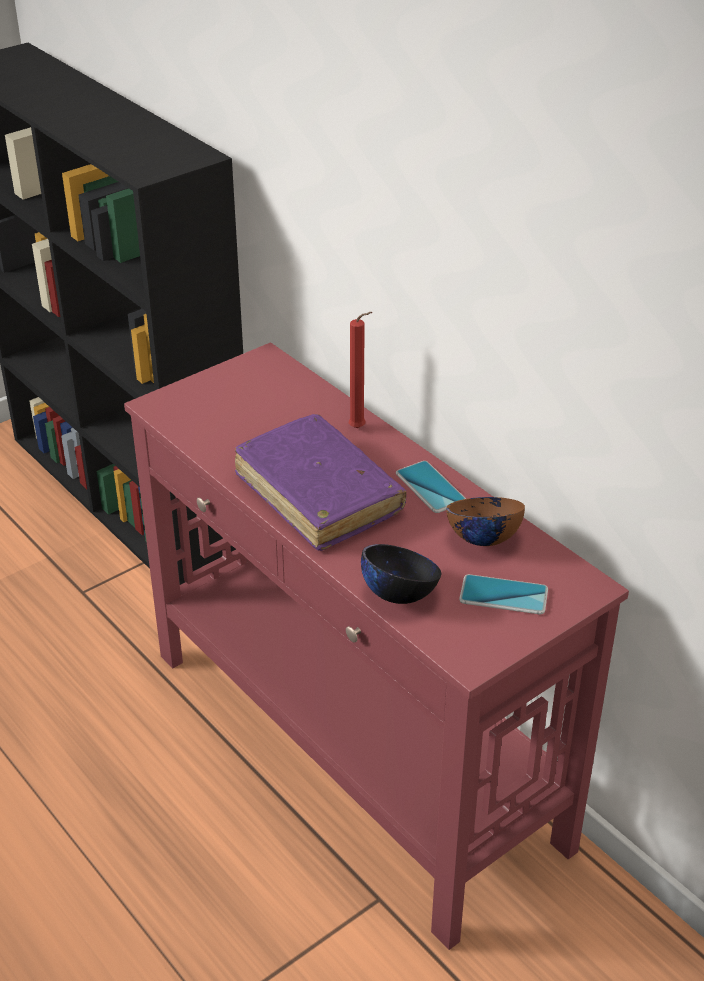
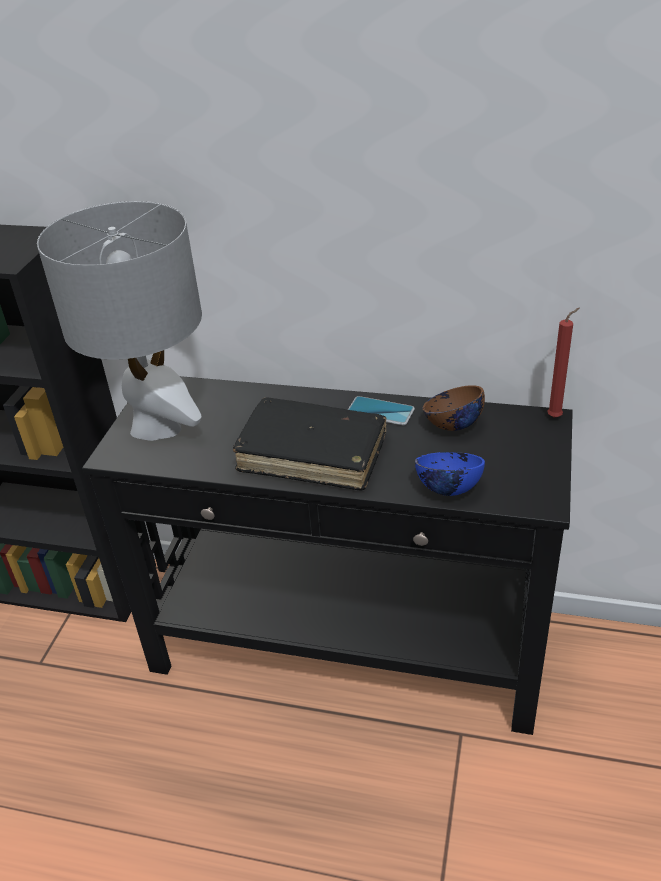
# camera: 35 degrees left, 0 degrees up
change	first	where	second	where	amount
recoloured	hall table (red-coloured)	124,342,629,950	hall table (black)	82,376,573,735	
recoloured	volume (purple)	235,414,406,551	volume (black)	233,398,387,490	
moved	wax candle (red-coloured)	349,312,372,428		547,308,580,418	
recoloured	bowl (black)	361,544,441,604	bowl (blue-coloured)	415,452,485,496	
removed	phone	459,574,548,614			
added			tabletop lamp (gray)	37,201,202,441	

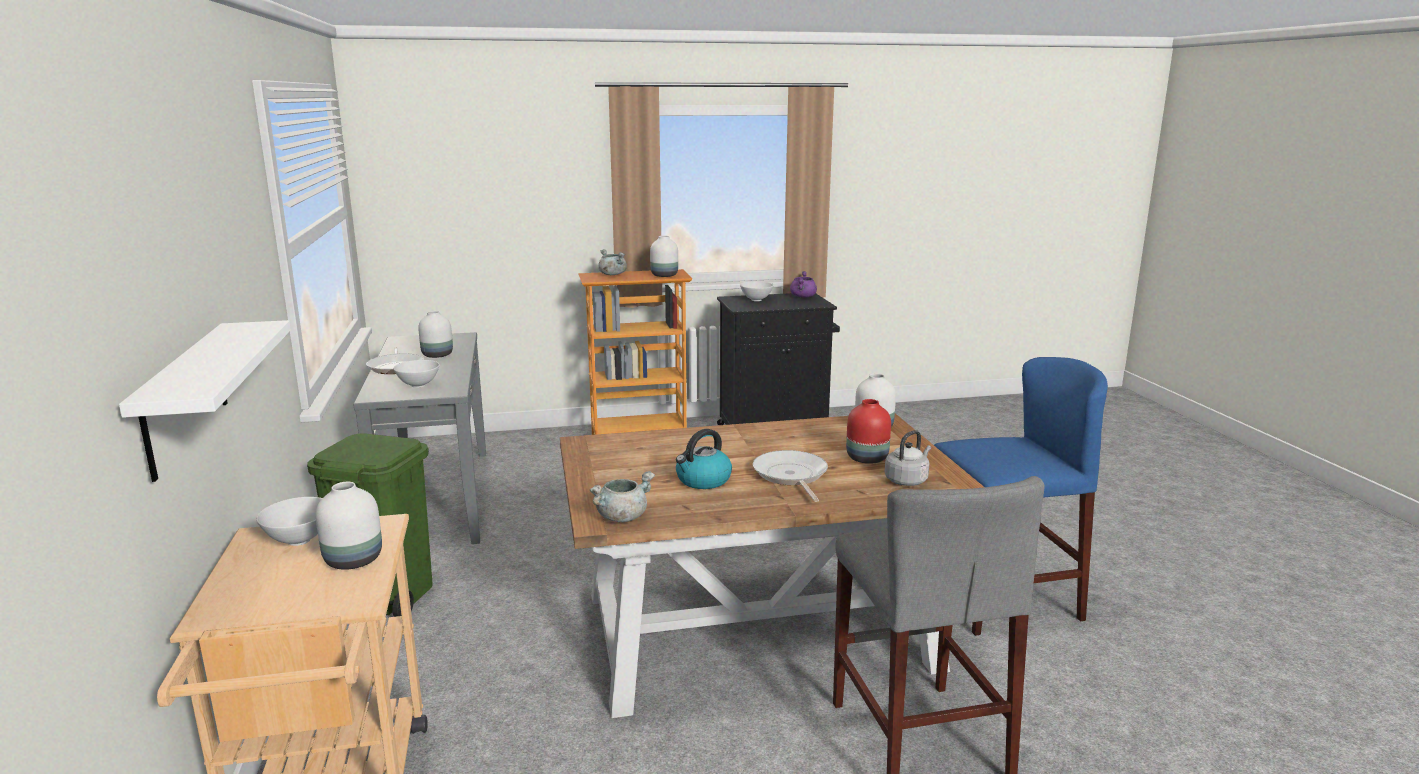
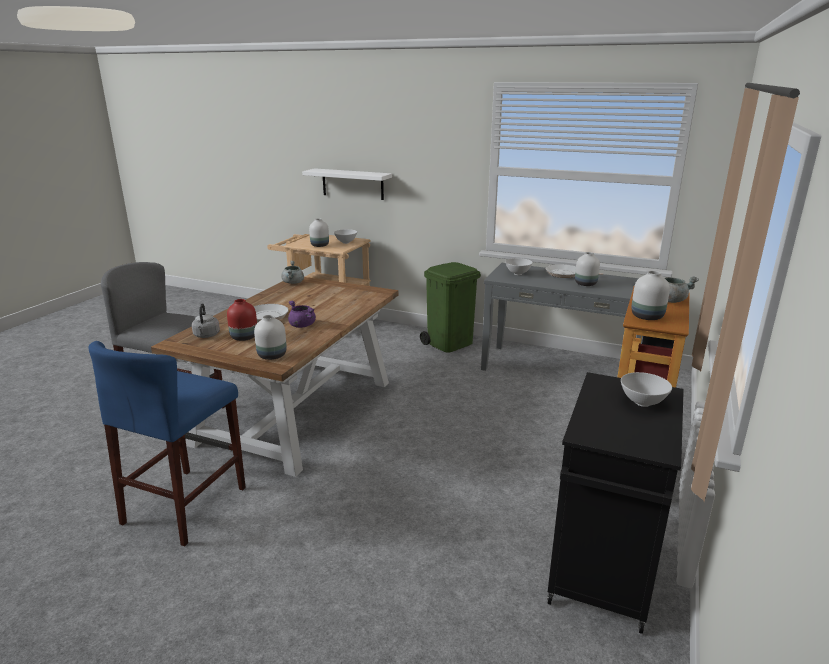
# camera: 125 degrees right, 5 degrees up
change	first	where	second	where	amount
removed	kettle	676,429,732,489			
moved	cooking pot (purple)	790,271,817,298		288,300,316,328	

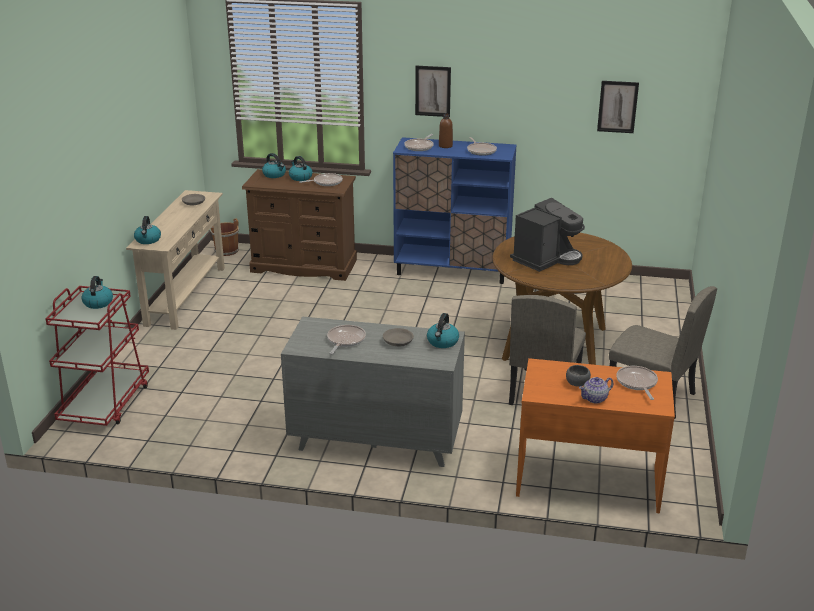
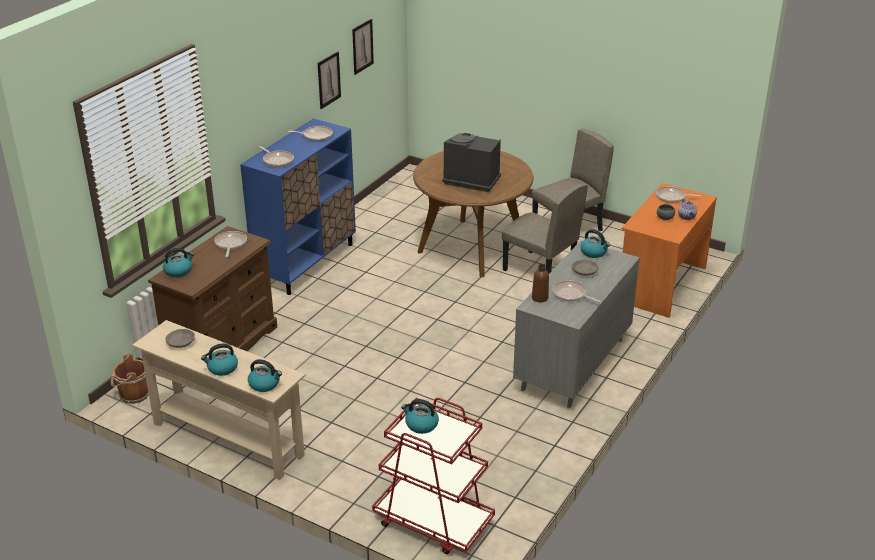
# camera: 70 degrees left, 5 degrees up
change	first	where	second	where	amount
moved	kettle	289,156,312,181		201,343,238,376	
moved	picture	415,66,451,117		318,52,341,109	
moved	drink bottle (brown-coloured)	439,114,453,148		532,264,549,302	
turned	coffee maker	510,198,585,272		442,133,501,192	45 degrees counterclockwise

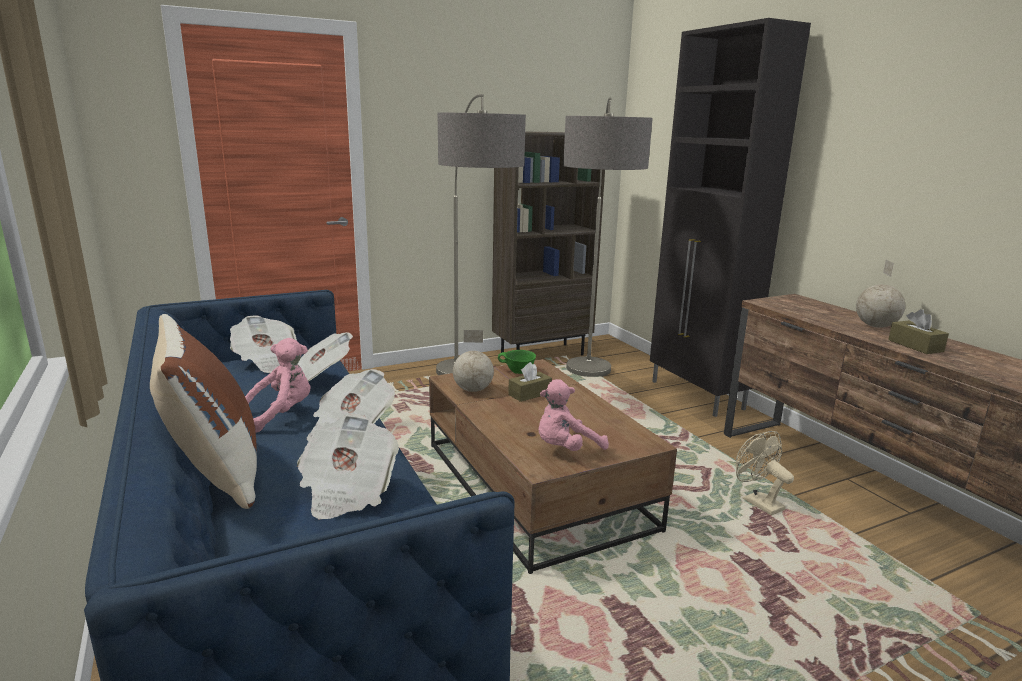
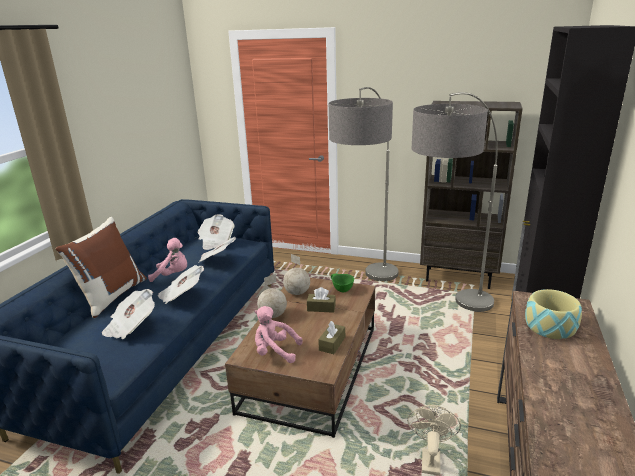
# camera: 45 degrees right, 5 degrees up
change	first	where	second	where	amount
moved	desk globe	856,260,905,328		257,274,287,318	
moved	tissue holder (brown-coloured)	888,309,949,354		318,321,345,354	
added			bowl	525,289,582,339	

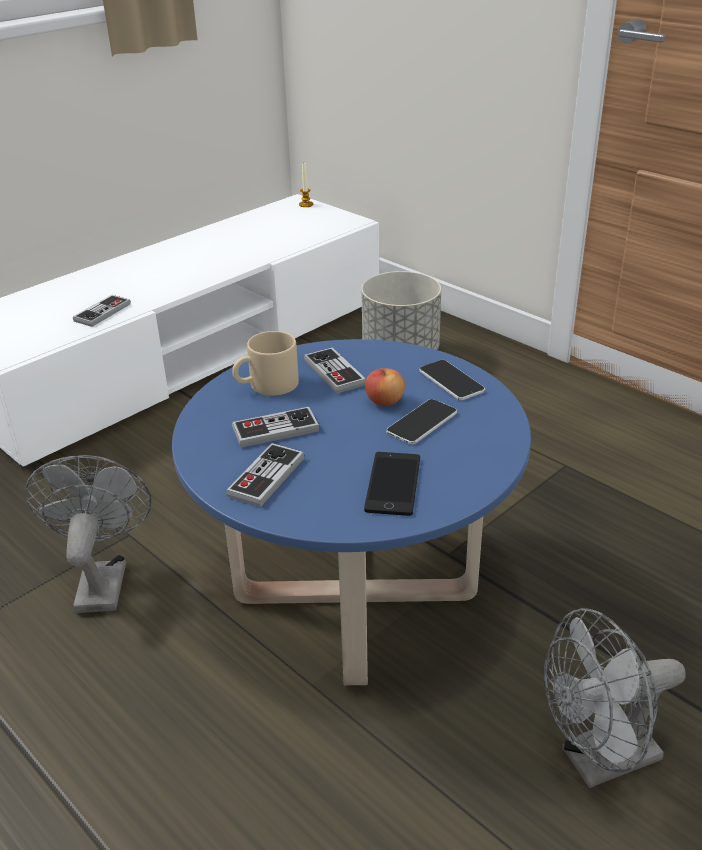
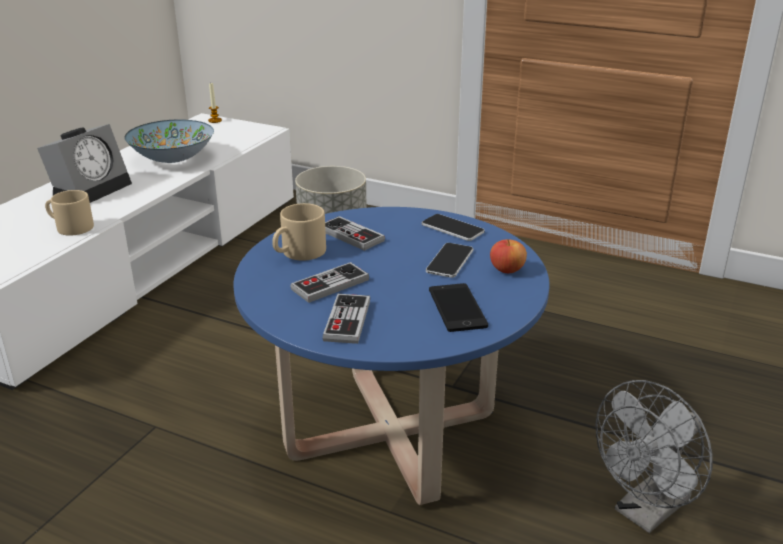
# camera: 20 degrees left, 5 degrees down
change	first	where	second	where	amount
removed	fan (gray)	25,455,151,613			
replaced	joypad	73,295,131,327	tea mug (beige-coloured)	45,190,94,236	
moved	whole apple	365,368,405,406		490,239,527,273	
added			alarm clock	37,124,132,203	
added			bowl	124,119,214,163	

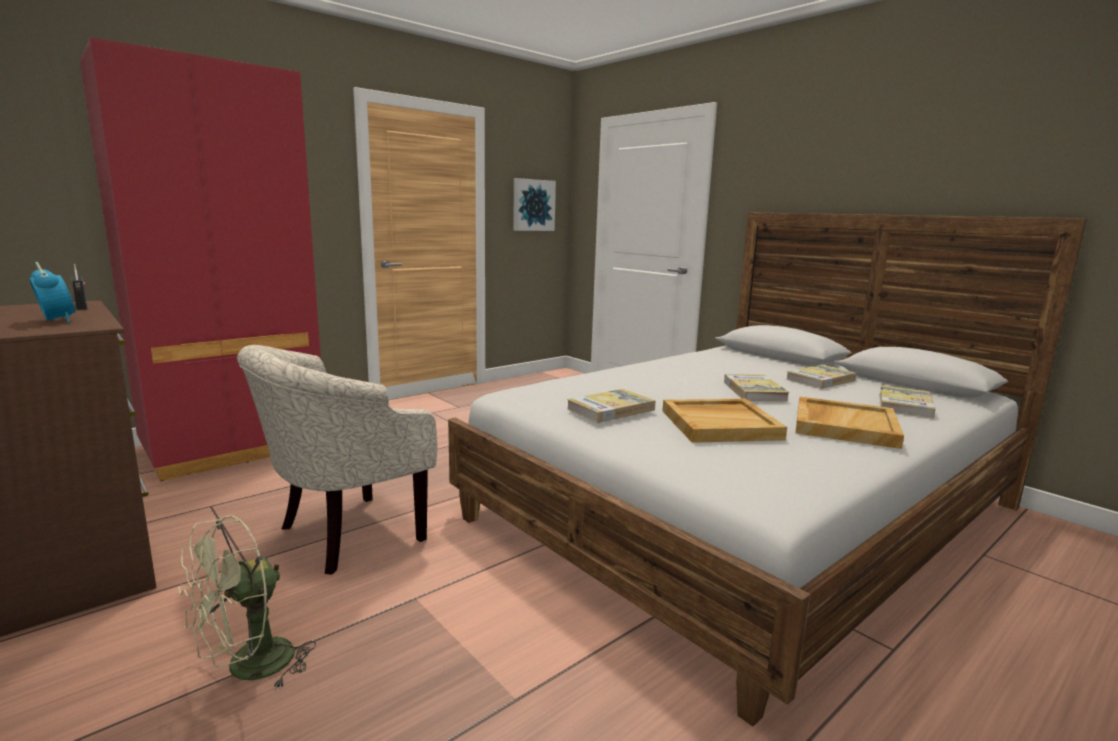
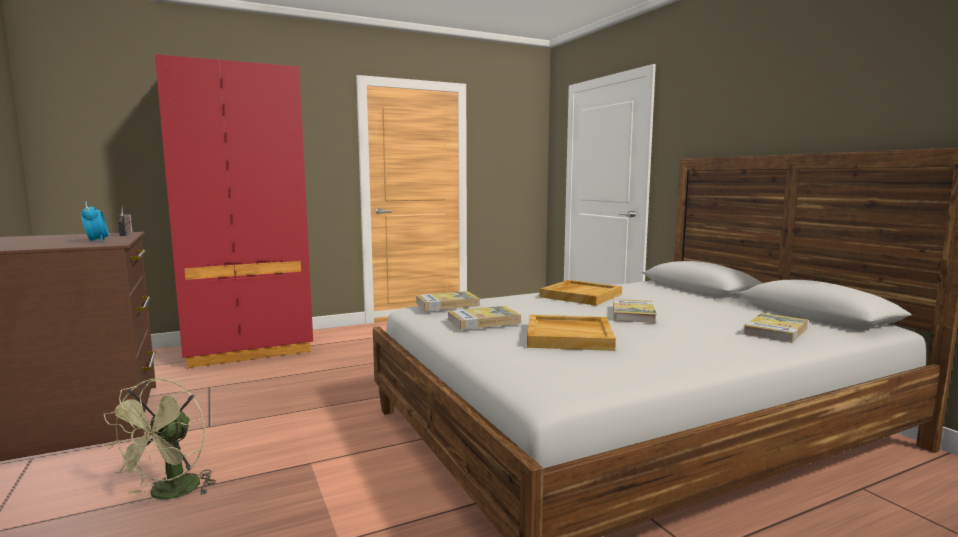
# camera: 15 degrees right, 5 degrees down
change	first	where	second	where	amount
turned	fan (greenish)	178,515,316,690		102,378,216,499	45 degrees counterclockwise
removed	easy chair (beige-coloured)	237,345,437,575			
removed	picture	513,178,556,231			
moved	volume	786,365,857,389		415,291,480,311	
moved	serving tray (beige-coloured)	796,396,904,449		539,280,622,306	

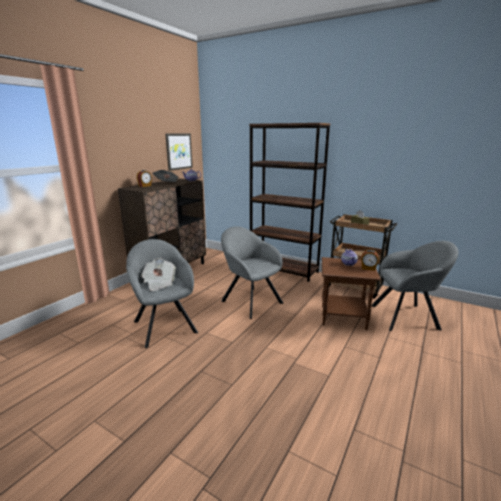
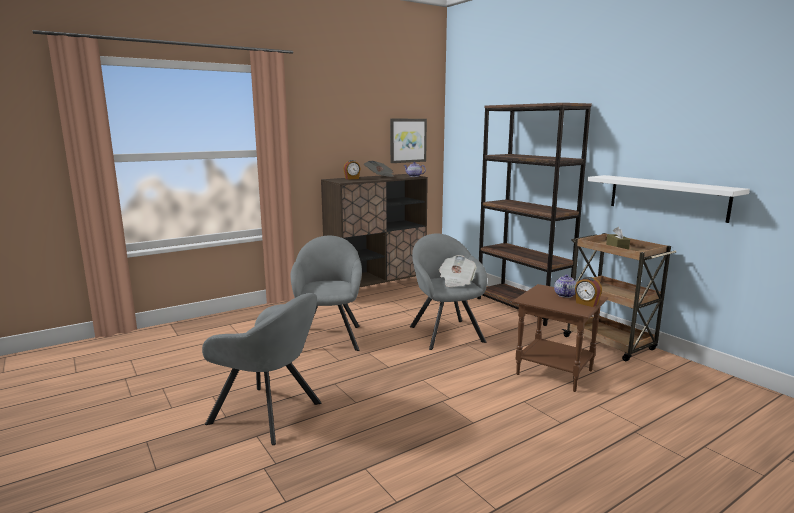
# camera: 25 degrees right, 5 degrees down
change	first	where	second	where	amount
moved	newspaper	141,258,176,291		439,255,477,287	
moved	easy chair (gray)	371,241,459,331		202,293,322,445	
added			bracket shelf (whitish)	587,175,750,223	

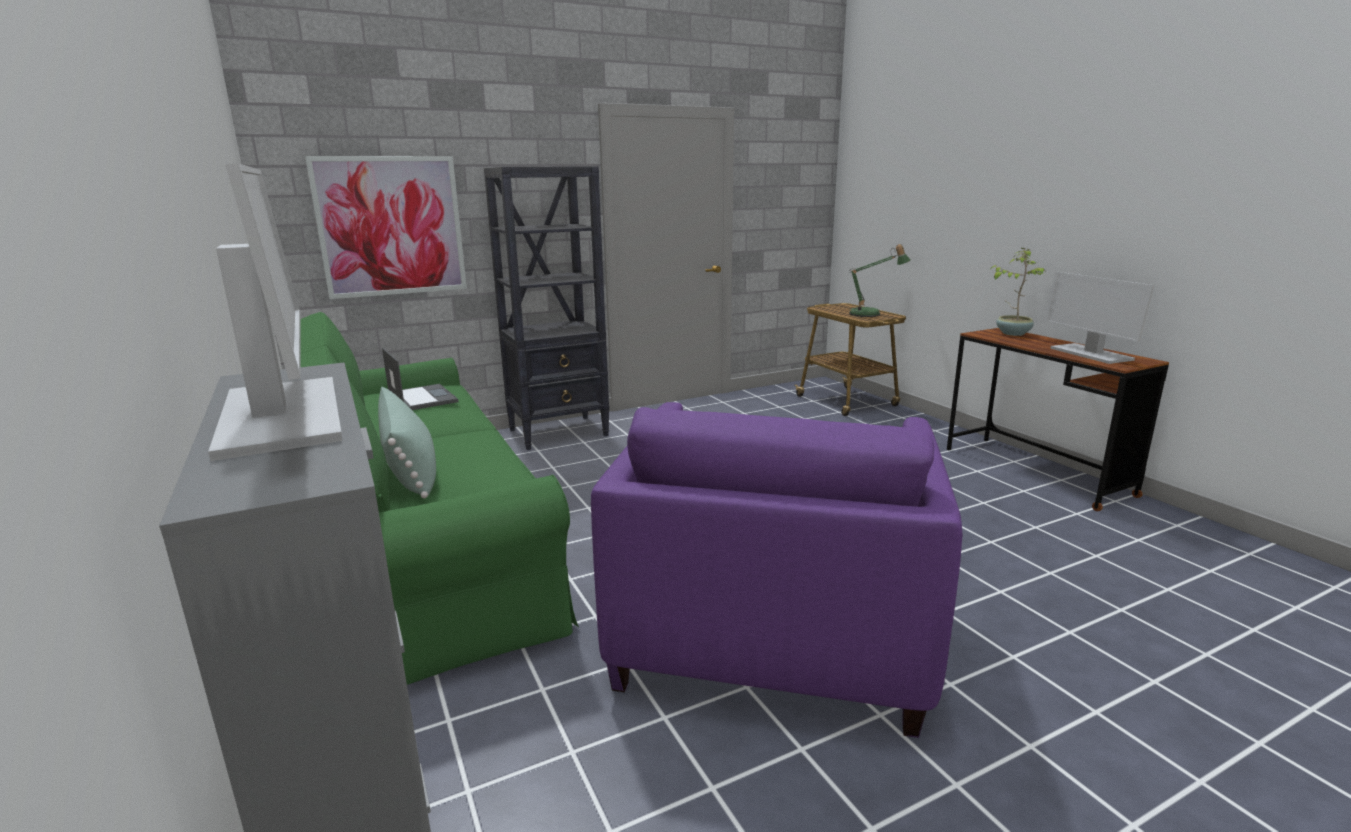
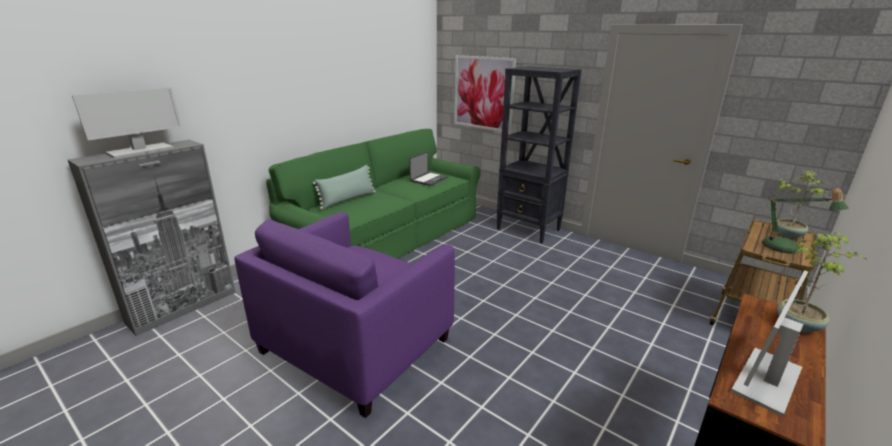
# camera: 65 degrees right, 5 degrees up
change	first	where	second	where	amount
turned	easy chair (purple)	591,402,963,738		234,212,455,418	45 degrees counterclockwise
added			potted plant	776,169,826,238	

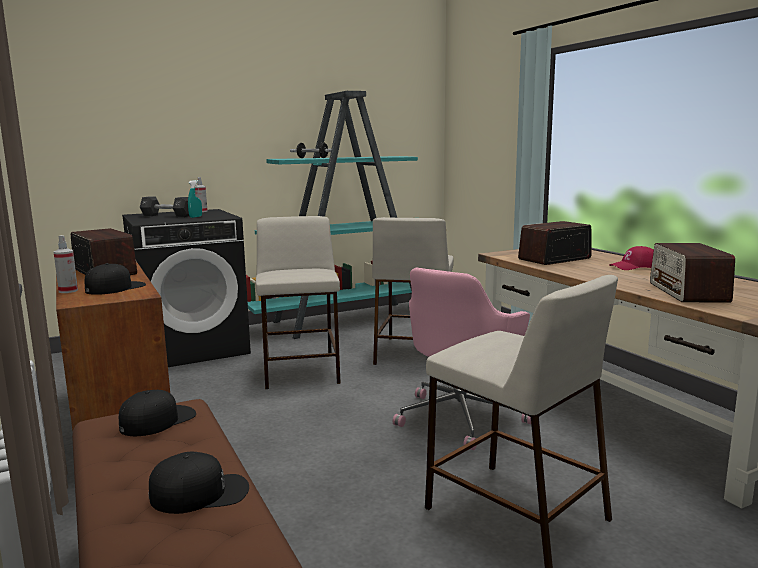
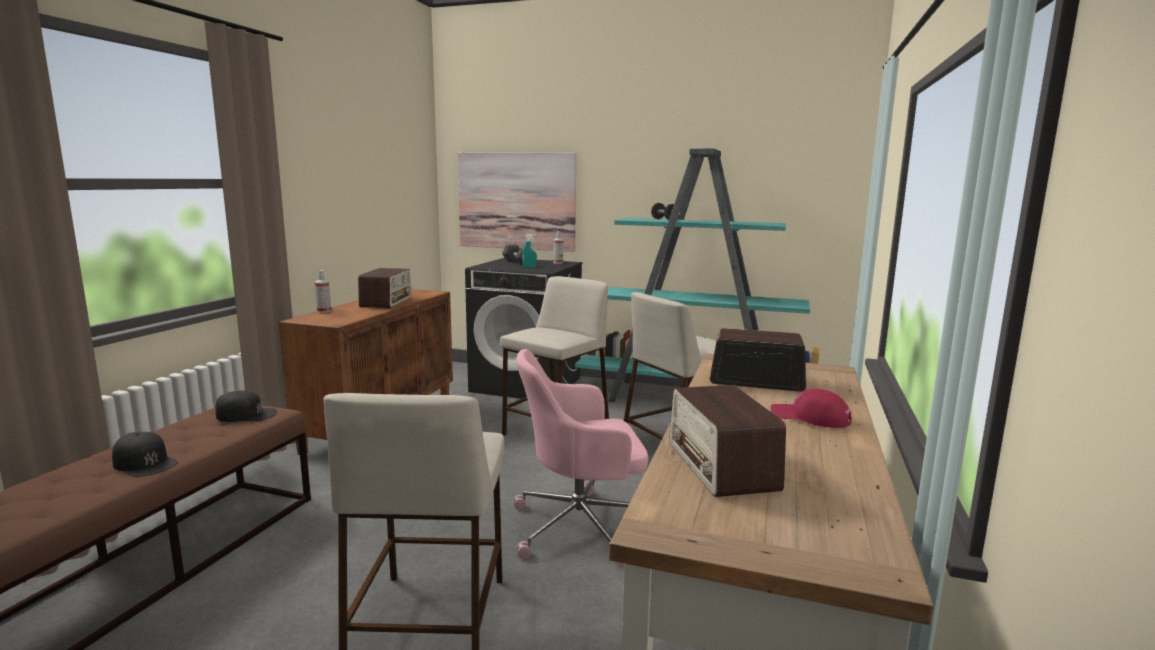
# camera: 45 degrees right, 0 degrees up
change	first	where	second	where	amount
removed	baseball cap (black)	85,263,146,295			
turned	radio receiver	650,243,735,302		669,385,786,497	60 degrees counterclockwise
added			picture	458,153,576,252	

